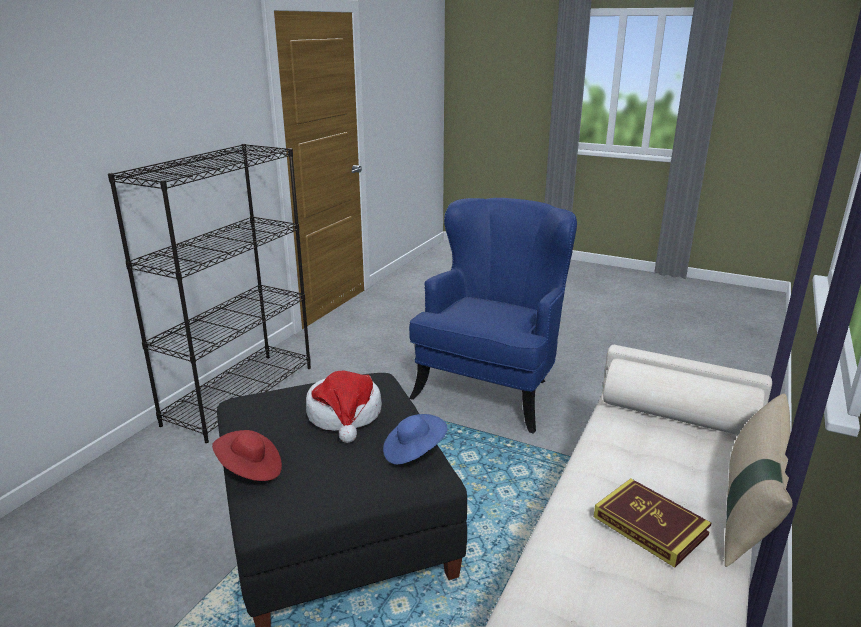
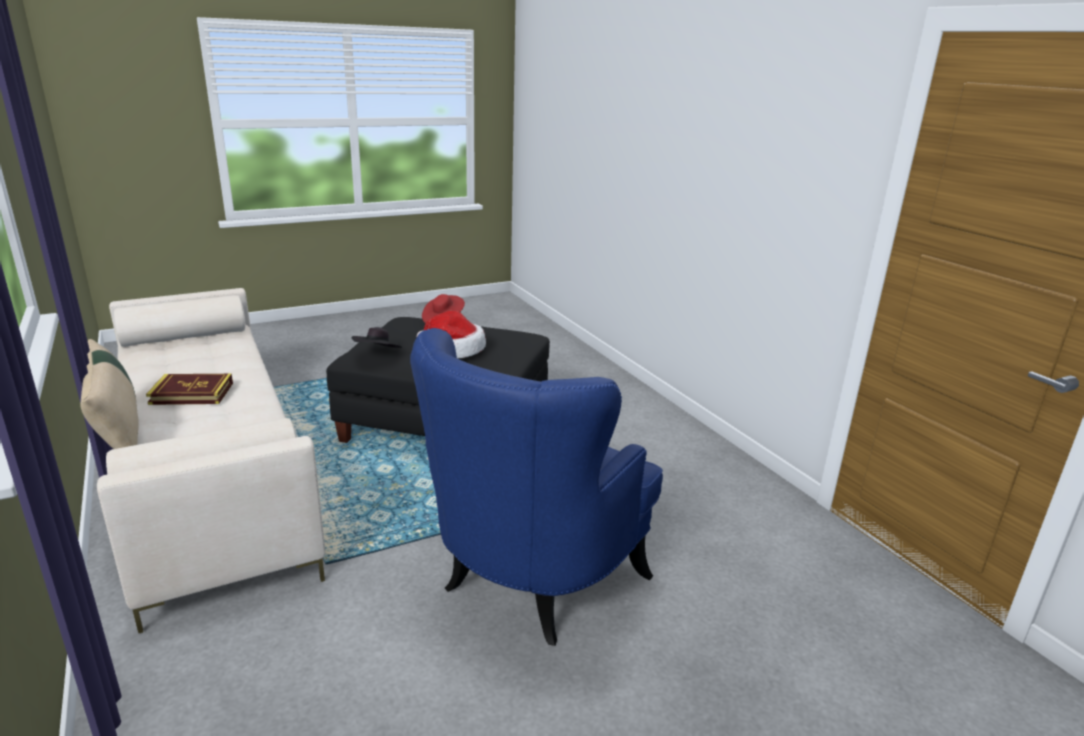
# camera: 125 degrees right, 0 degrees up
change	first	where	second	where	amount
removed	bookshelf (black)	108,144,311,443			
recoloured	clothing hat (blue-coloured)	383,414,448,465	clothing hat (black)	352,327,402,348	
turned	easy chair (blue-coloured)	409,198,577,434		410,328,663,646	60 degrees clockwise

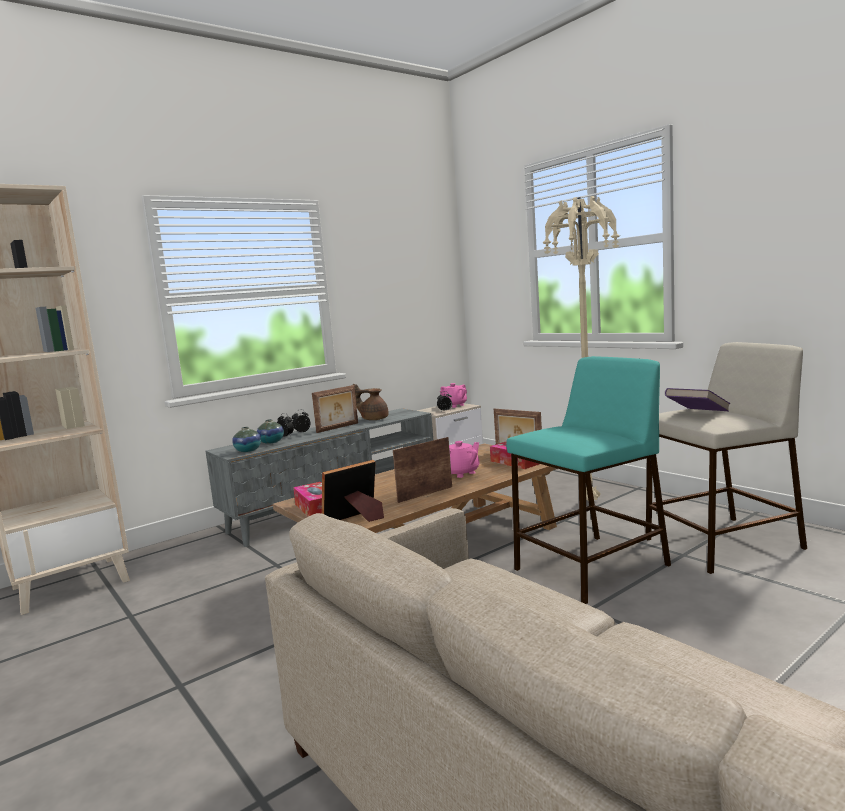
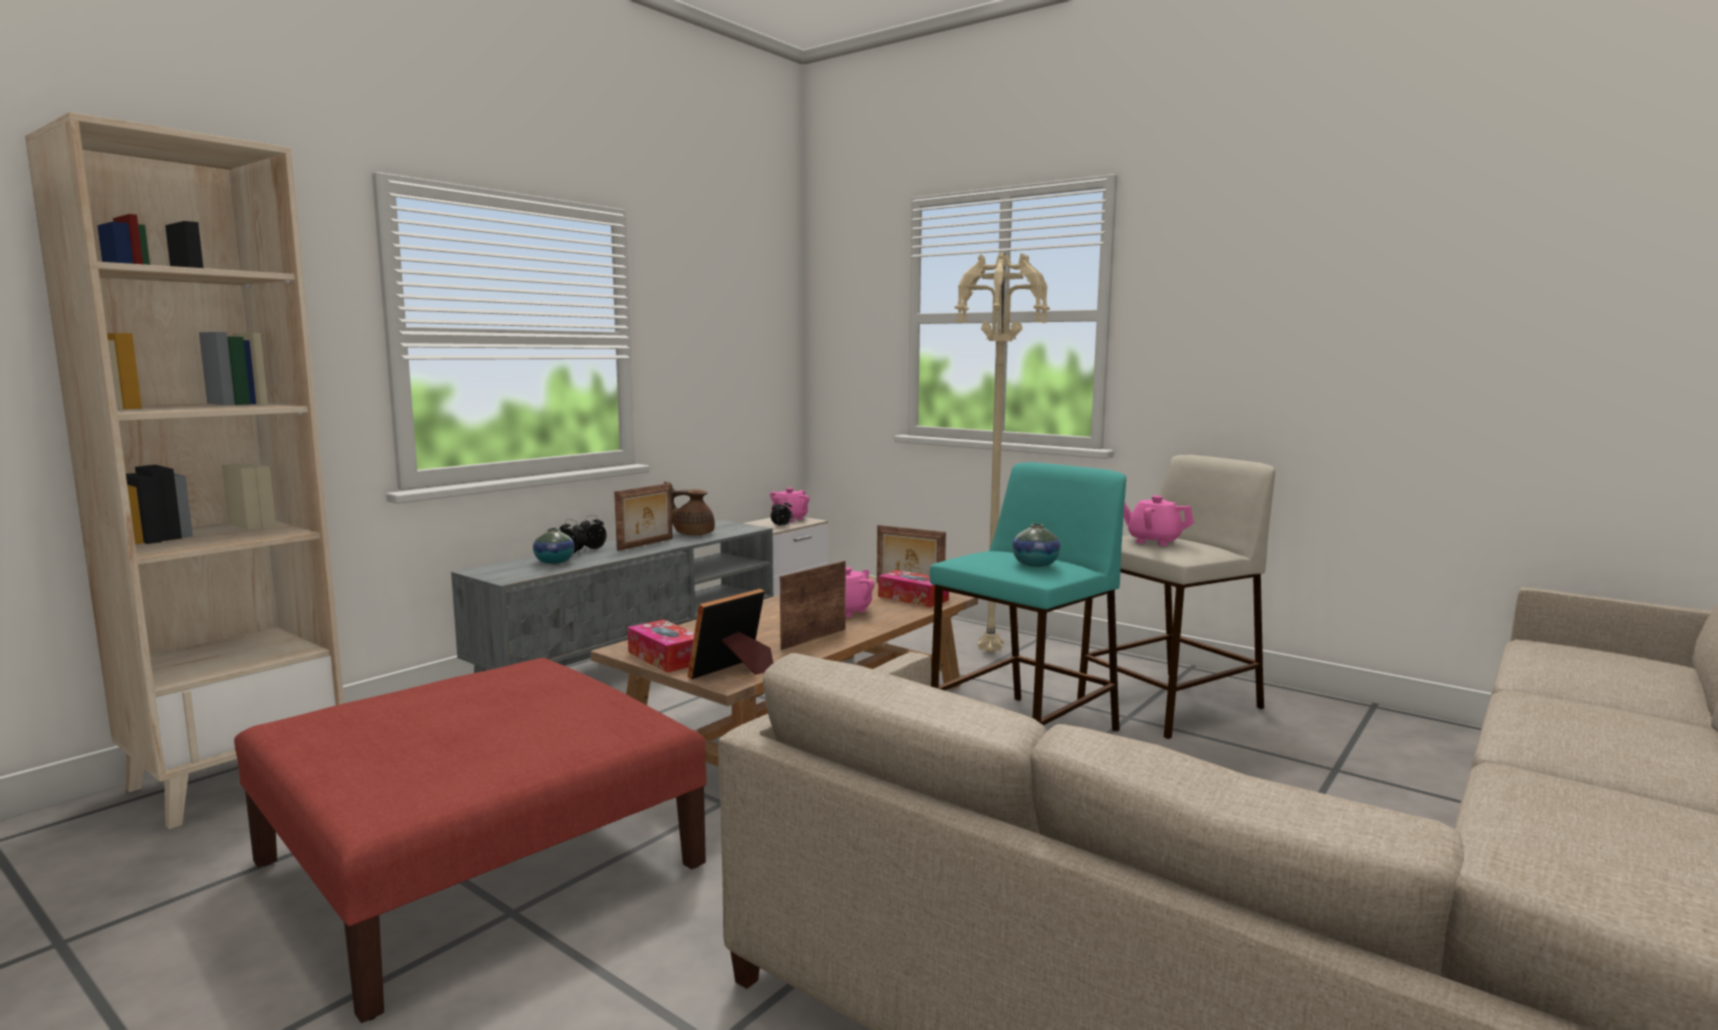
# camera: 15 degrees left, 0 degrees up
change	first	where	second	where	amount
moved	flower vase	232,427,261,452		1012,524,1061,567	
replaced	volume (purple)	665,388,730,411	teapot (pink-coloured)	1124,496,1194,546	
added			ottoman (red-coloured)	234,658,707,1023	

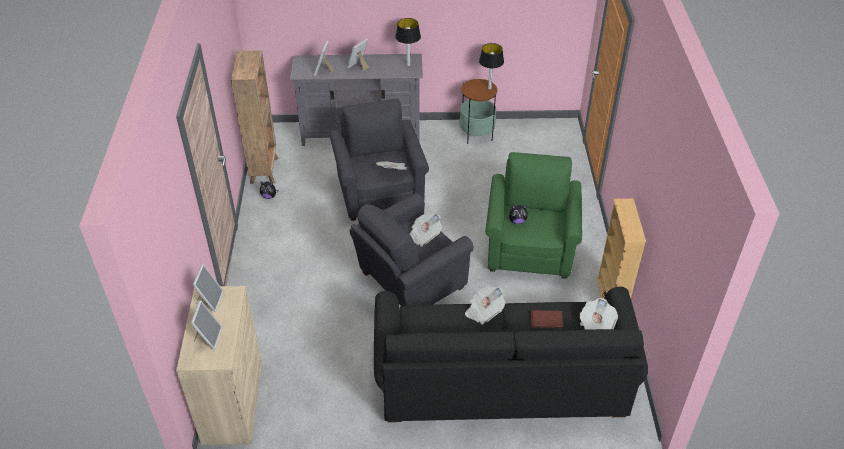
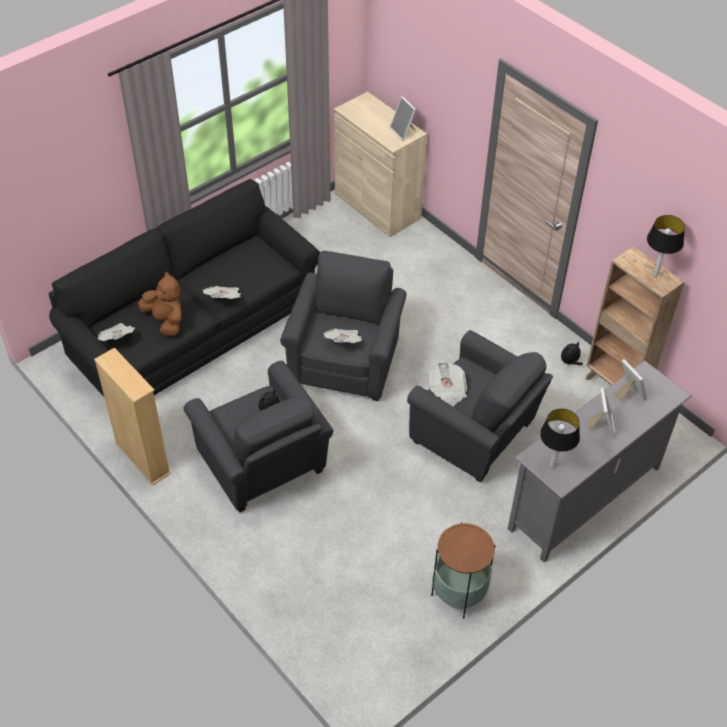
# camera: 140 degrees right, 5 degrees up
change	first	where	second	where	amount
removed	standing frame	191,300,222,350			
moved	tabletop lamp	479,43,504,90		647,215,685,277	
recoloured	easy chair (greenish)	485,152,582,279	easy chair (gray)	183,361,333,513	
replaced	volume (brown-coloured)	531,310,563,328	soft toy (brown-coloured)	138,272,182,336	

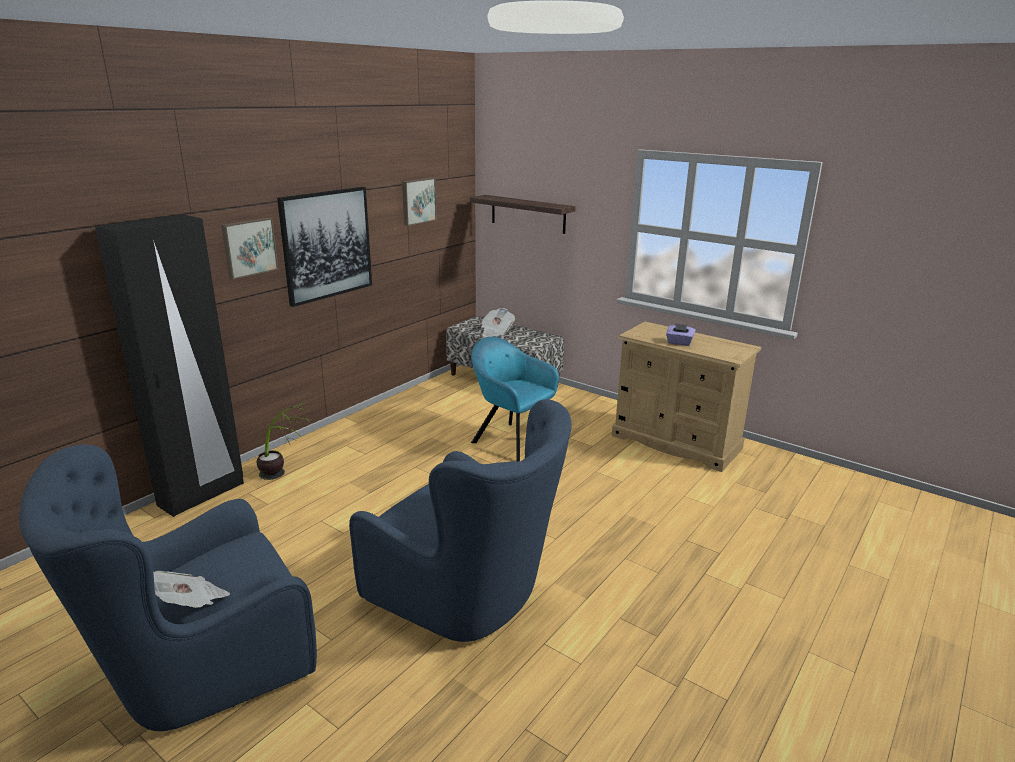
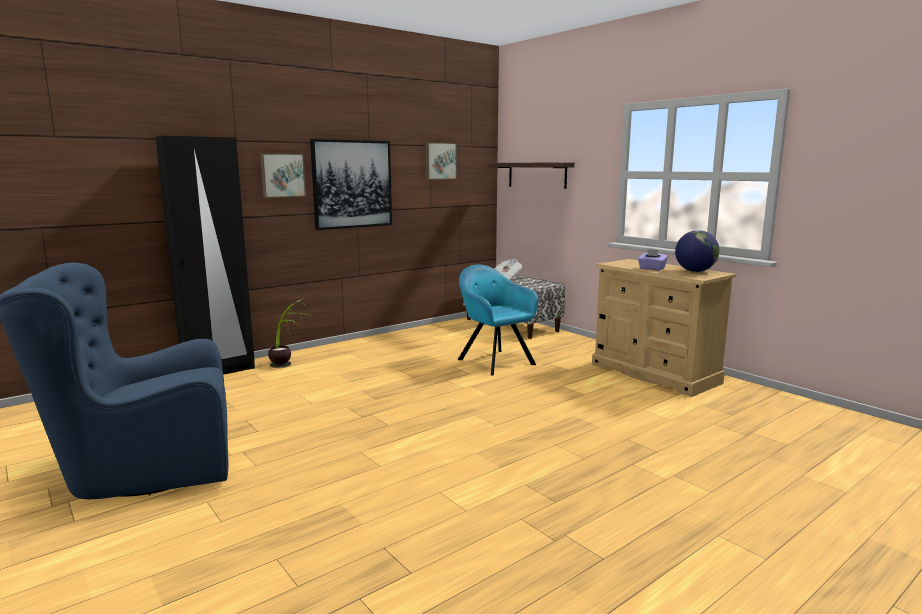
# camera: 15 degrees right, 10 degrees down
change	first	where	second	where	amount
removed	newspaper	153,571,230,608			
removed	easy chair (blue-coloured)	349,399,572,642			
added			desk globe	675,230,719,272	

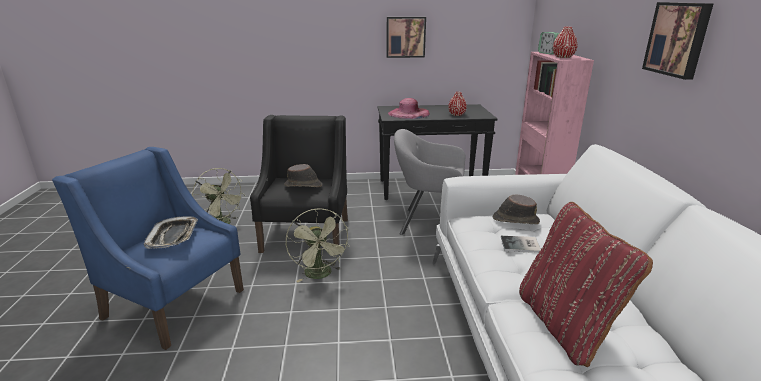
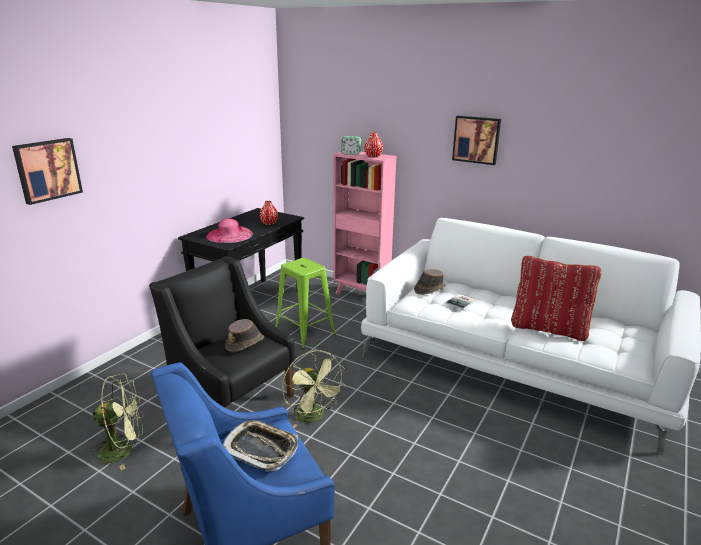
# camera: 55 degrees left, 0 degrees up
change	first	where	second	where	amount
turned	fan (greenish)	286,208,350,282		282,350,346,428	45 degrees clockwise
moved	picture	386,17,426,58		12,138,83,205	
replaced	easy chair (gray)	394,129,465,235	stool seat (greenish)	275,258,336,349	

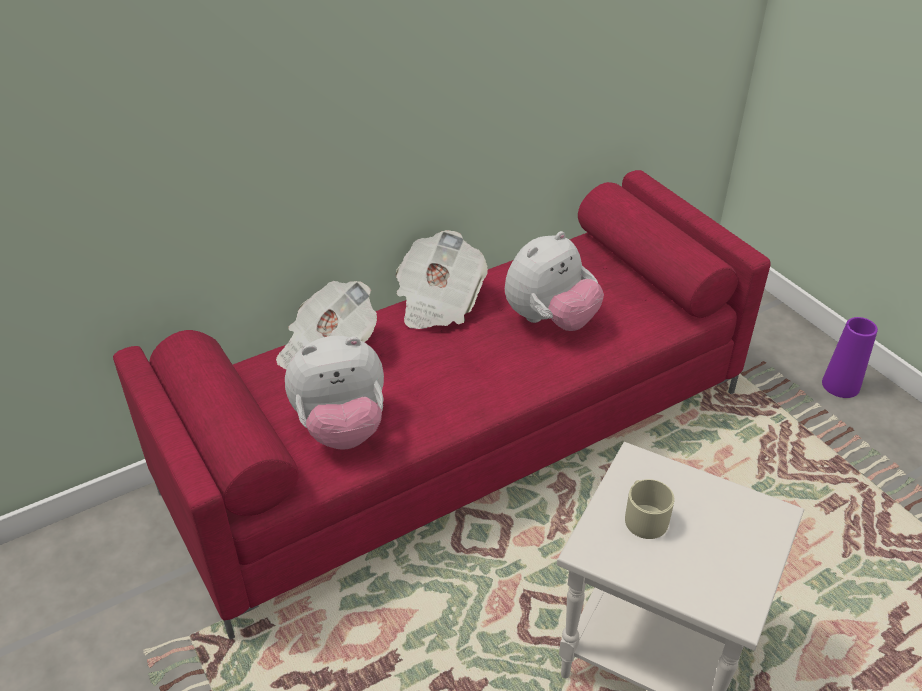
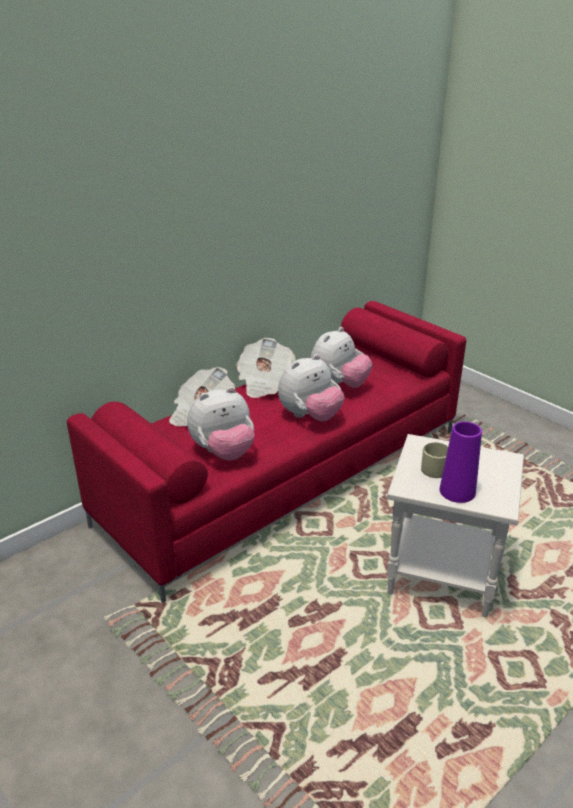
# camera: 10 degrees left, 10 degrees down
change	first	where	second	where	amount
moved	flower vase (purple)	822,317,878,398		439,421,482,503	
added			soft toy	278,354,345,421	

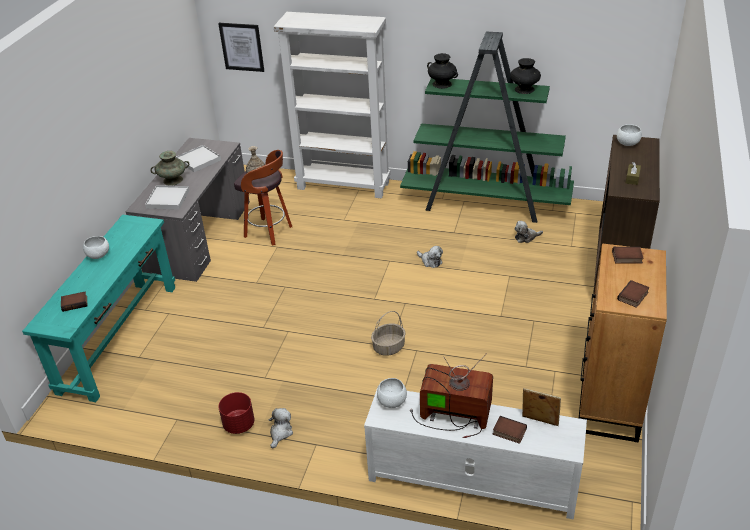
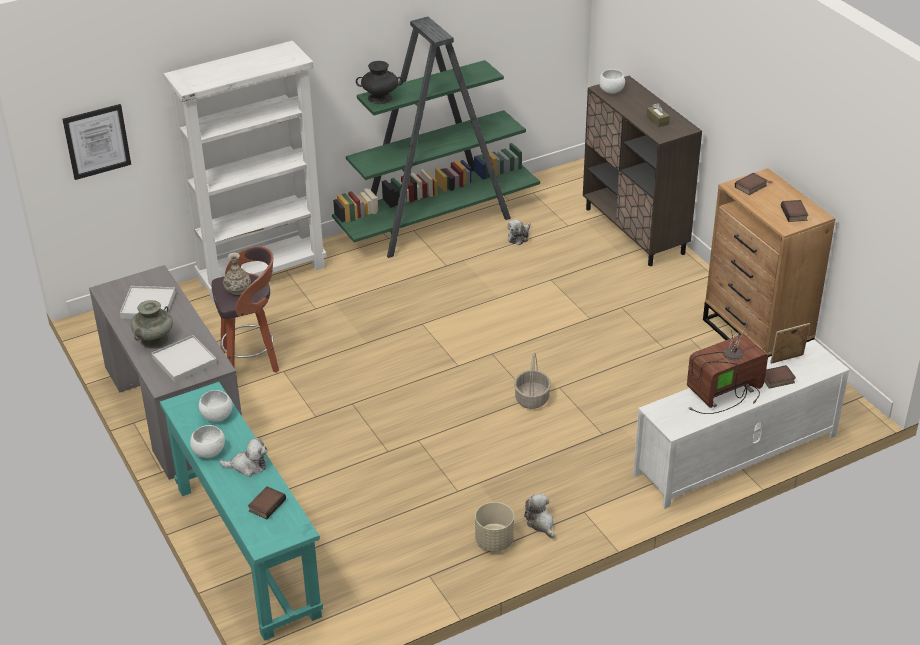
# camera: 45 degrees left, 0 degrees up
change	first	where	second	where	amount
recoloured	flower pot (red-coloured)	218,392,255,434	flower pot (beige-coloured)	475,502,514,552	
moved	bowl (whitish)	377,378,407,408		199,390,232,422	
moved	soft toy	417,246,443,268		219,438,267,477	
removed	flower vase (black)	510,58,541,94			

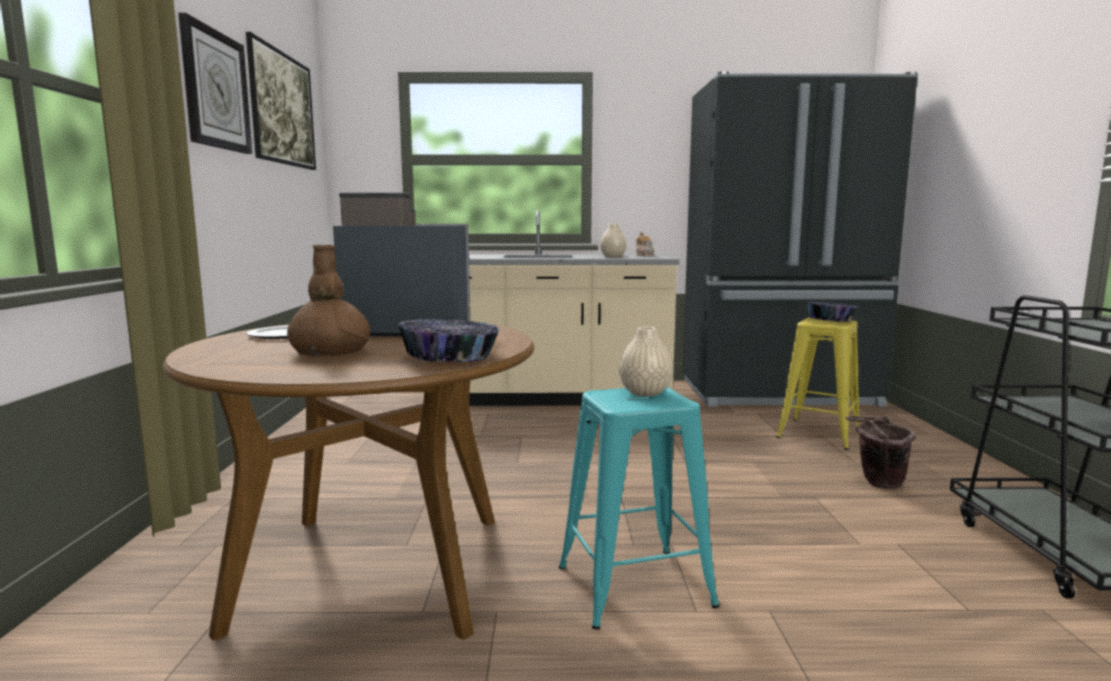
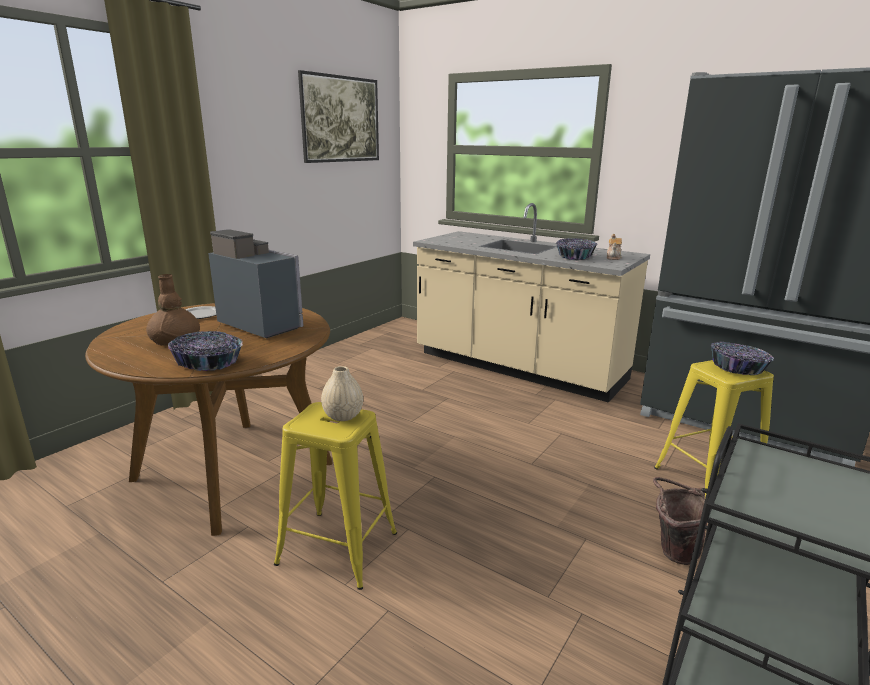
# camera: 35 degrees right, 10 degrees up
change	first	where	second	where	amount
removed	hanging clock	178,13,252,154			
recoloured	stool seat (blue-green)	559,387,720,629	stool seat (yellowish)	274,402,397,590	
replaced	flower vase (beige-coloured)	600,224,627,257	bowl	556,238,598,260	

